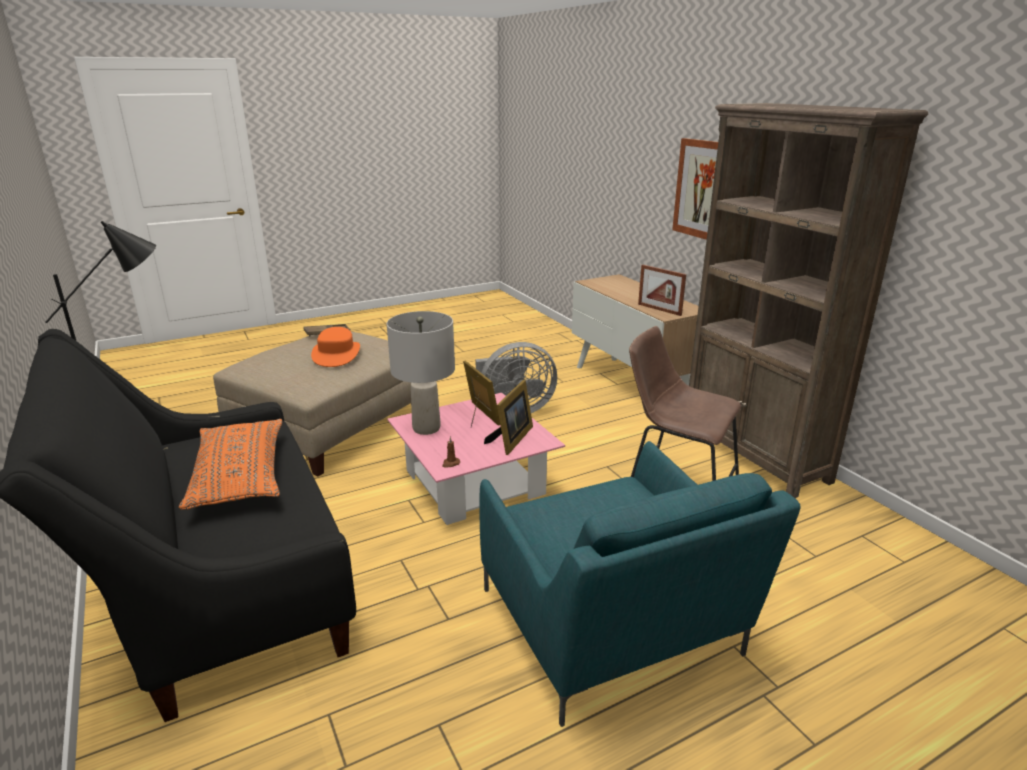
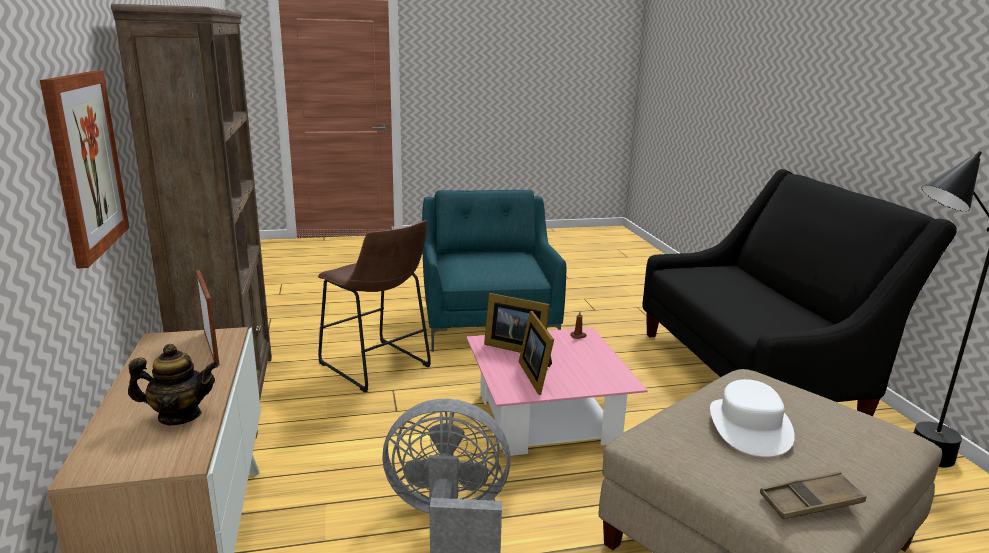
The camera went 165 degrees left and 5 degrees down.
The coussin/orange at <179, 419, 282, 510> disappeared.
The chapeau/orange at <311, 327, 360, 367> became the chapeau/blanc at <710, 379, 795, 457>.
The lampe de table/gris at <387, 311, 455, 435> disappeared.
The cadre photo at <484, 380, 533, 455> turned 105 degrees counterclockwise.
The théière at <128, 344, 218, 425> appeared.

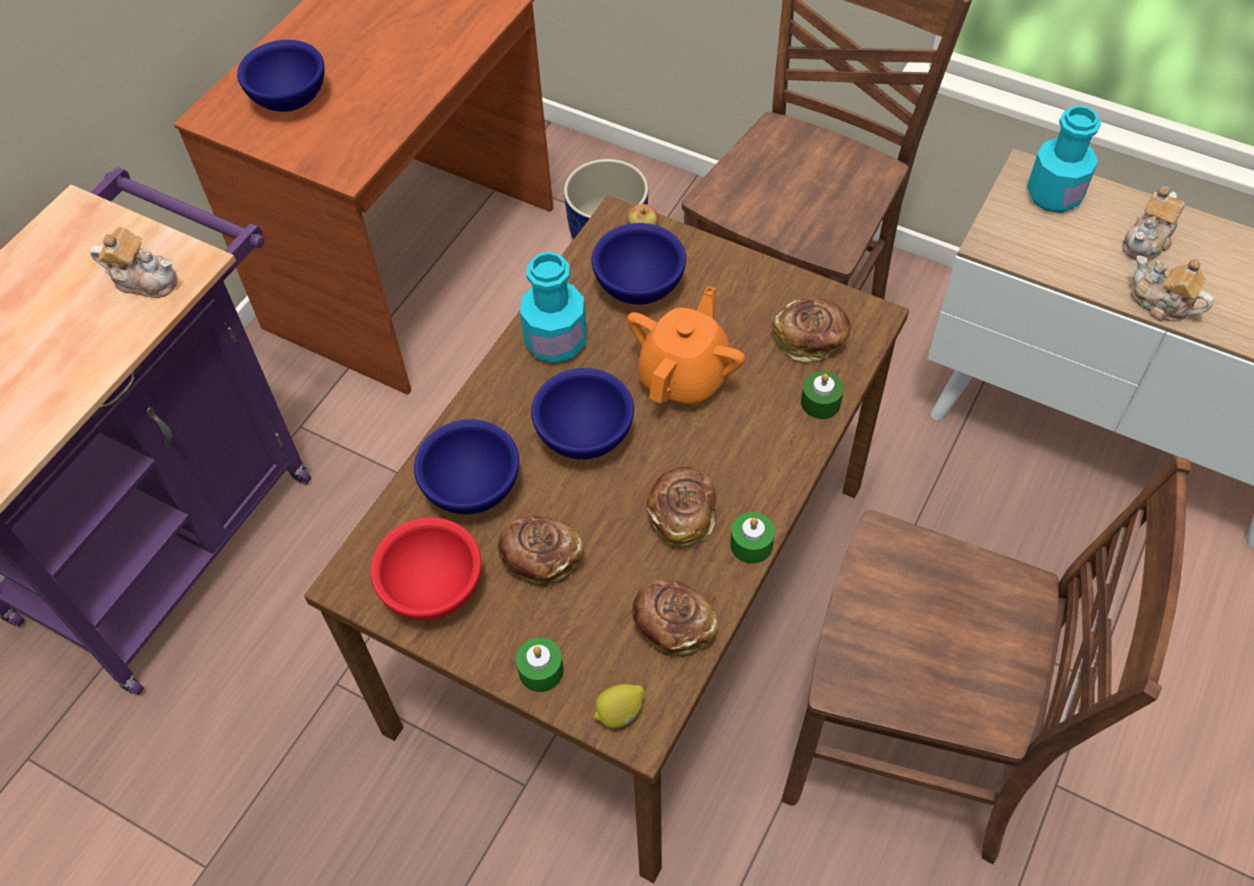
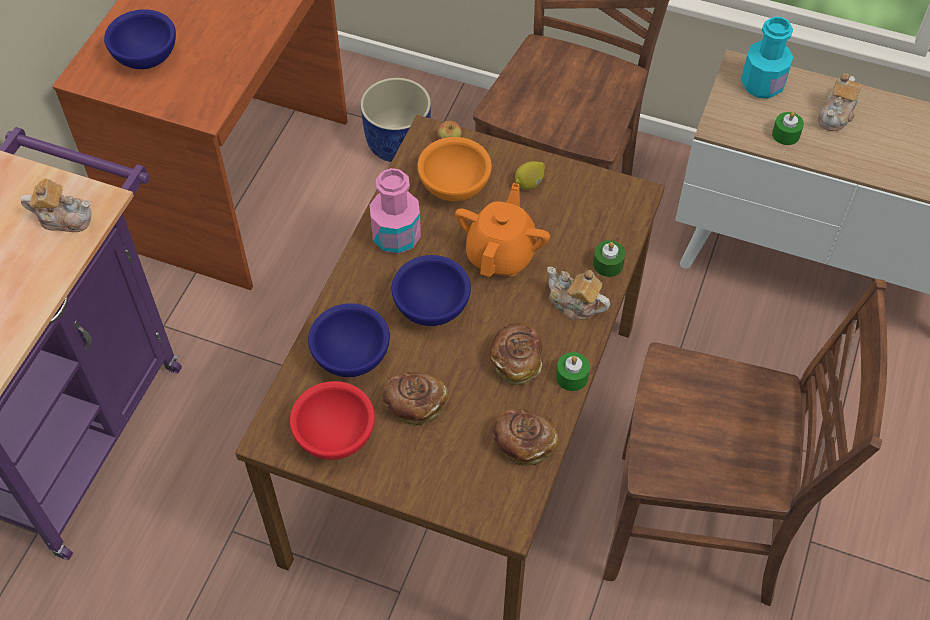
The camera went 10 degrees left and 0 degrees up.
The bougie/vert moved from <516, 638, 564, 692> to <772, 112, 804, 145>.
The bouteille/turquoise at <520, 252, 587, 364> became the bouteille/rose at <370, 168, 421, 254>.
The bol/bleu at <592, 223, 686, 305> became the bol/orange at <417, 137, 492, 201>.
The citron moved from <594, 684, 645, 728> to <515, 161, 545, 190>.
The pain at <773, 298, 851, 362> disappeared.
The théière moved from <1131, 256, 1214, 321> to <547, 267, 610, 320>.

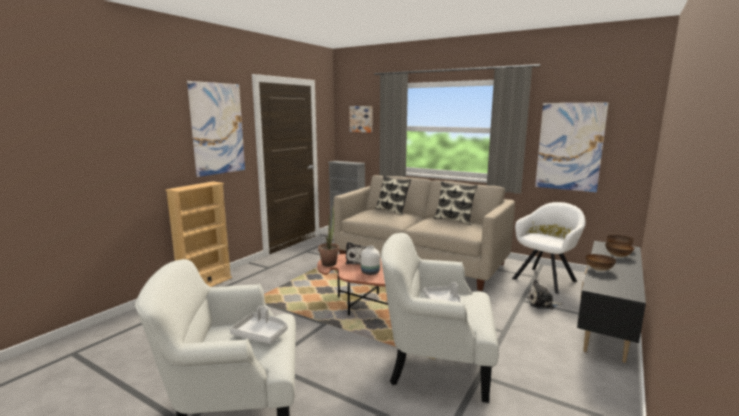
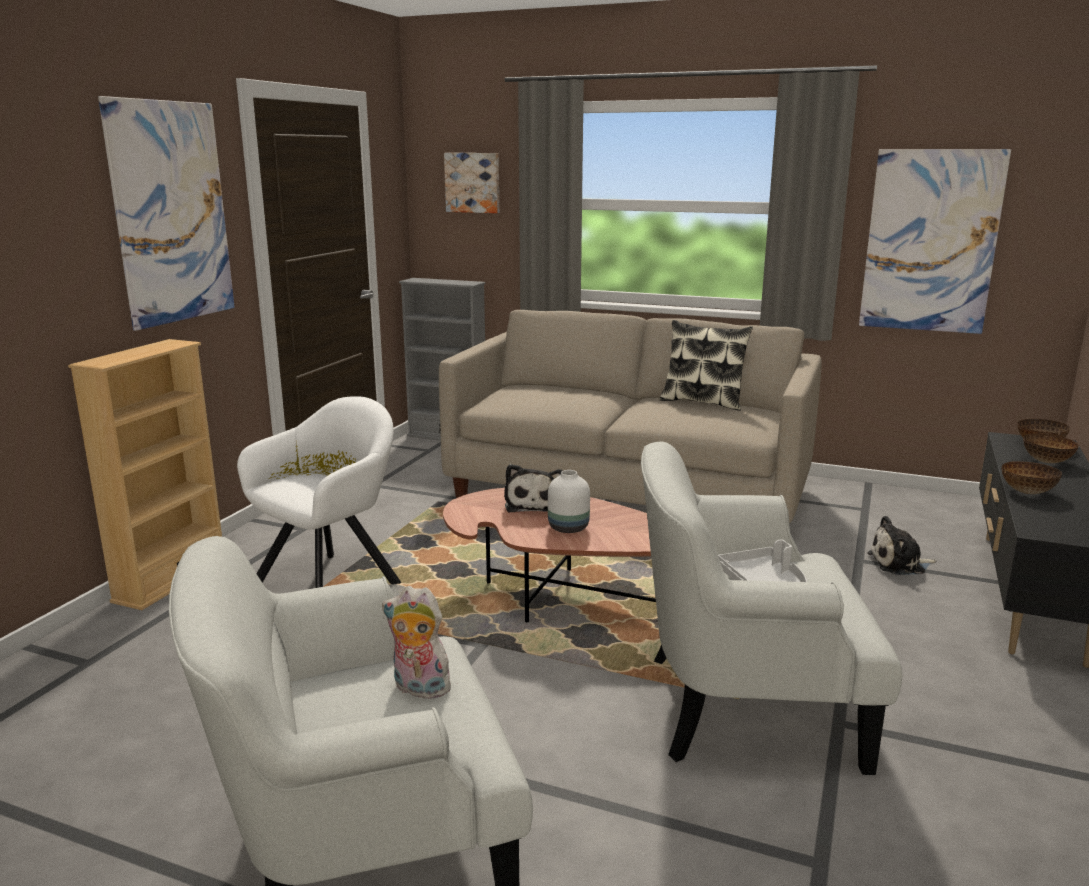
The camera went 10 degrees left and 5 degrees up.
The plateau/gris at <230, 306, 288, 344> was replaced by the peluche at <382, 586, 451, 699>.
The plante en pot at <318, 206, 339, 267> disappeared.
The coussin at <375, 175, 411, 215> disappeared.
The fauteuil/blanc moved from <512, 202, 586, 294> to <237, 396, 401, 588>.

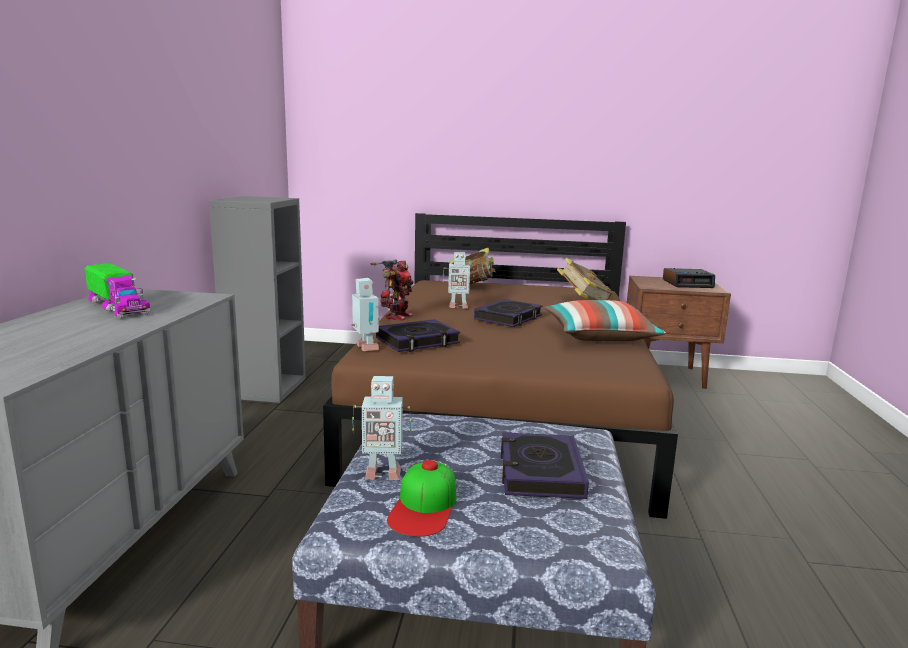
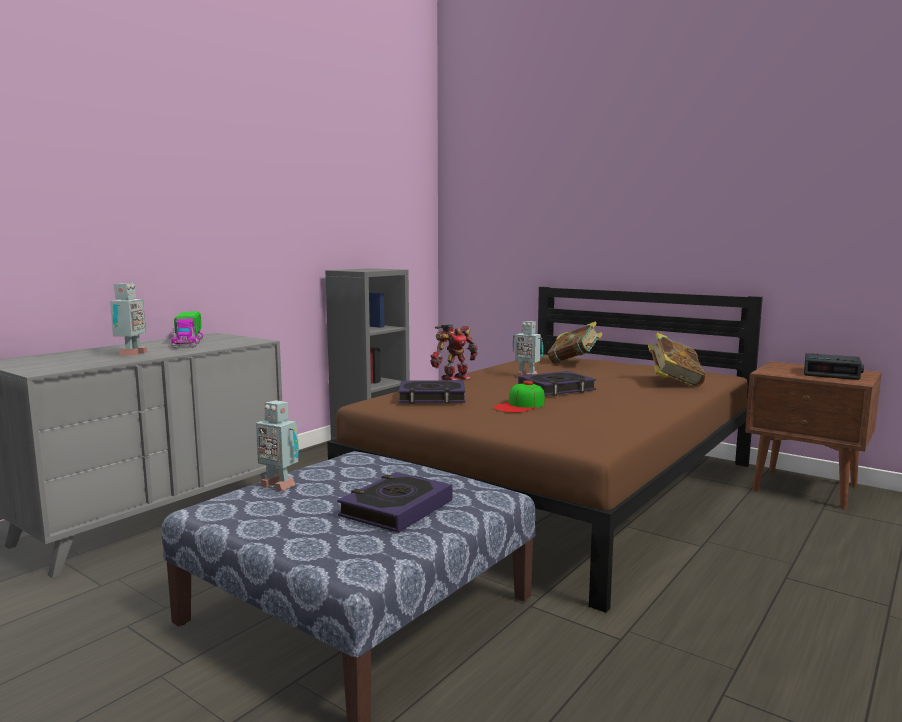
The camera went 30 degrees right and 5 degrees down.
The robot jouet moved from <351, 278, 380, 351> to <110, 283, 148, 356>.
The casquette moved from <387, 460, 456, 537> to <493, 381, 545, 413>.
The coussin at <545, 300, 666, 341> disappeared.

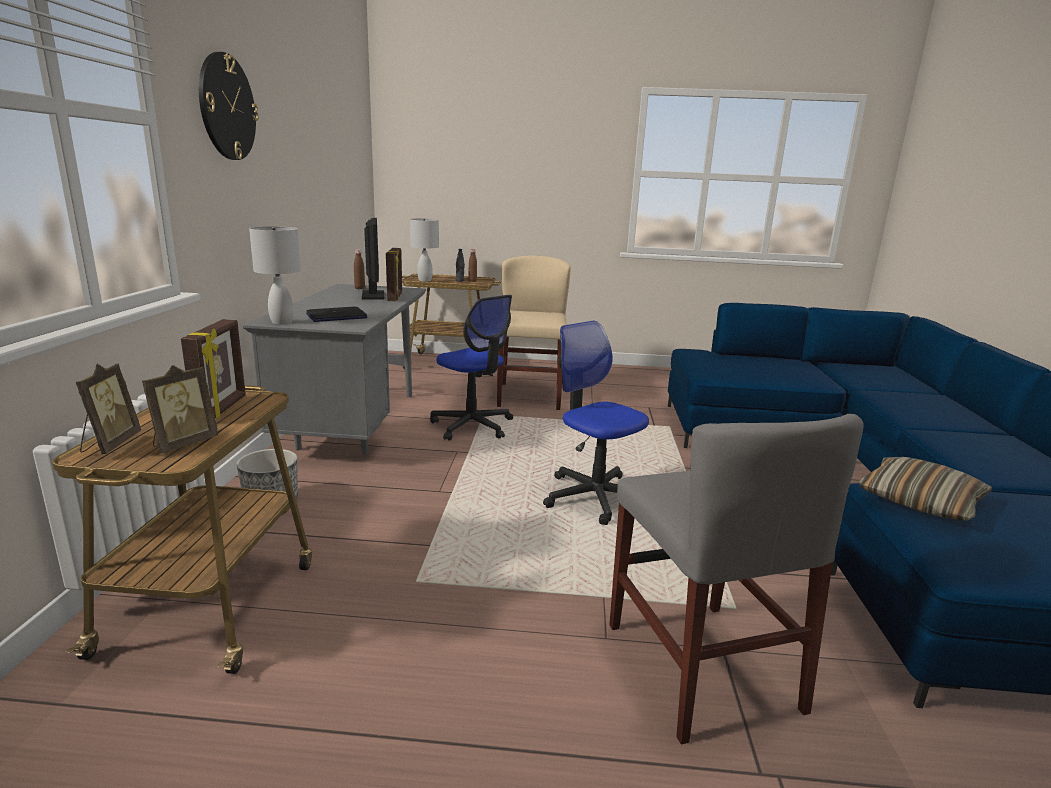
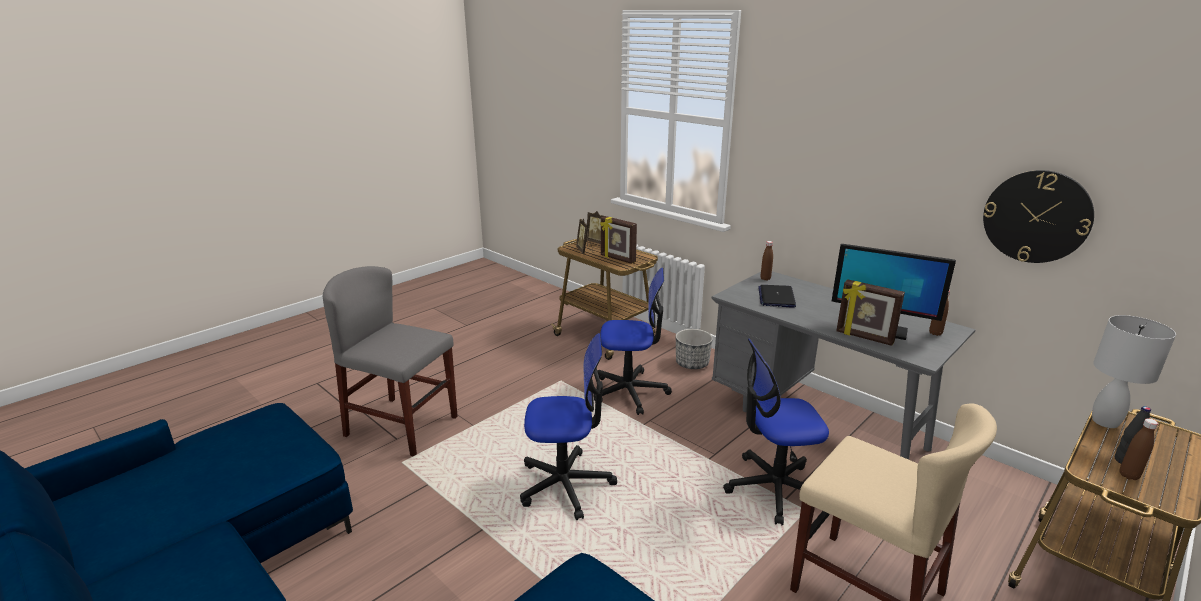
The camera went 130 degrees right and 5 degrees up.
The horloge murale moved from <199, 52, 259, 160> to <983, 170, 1094, 263>.
The lampe de table/blanc at <249, 226, 301, 325> was replaced by the bouteille/marron at <760, 241, 773, 280>.
The coussin at <858, 457, 992, 521> disappeared.
The chaise de bureau at <594, 268, 672, 415> appeared.

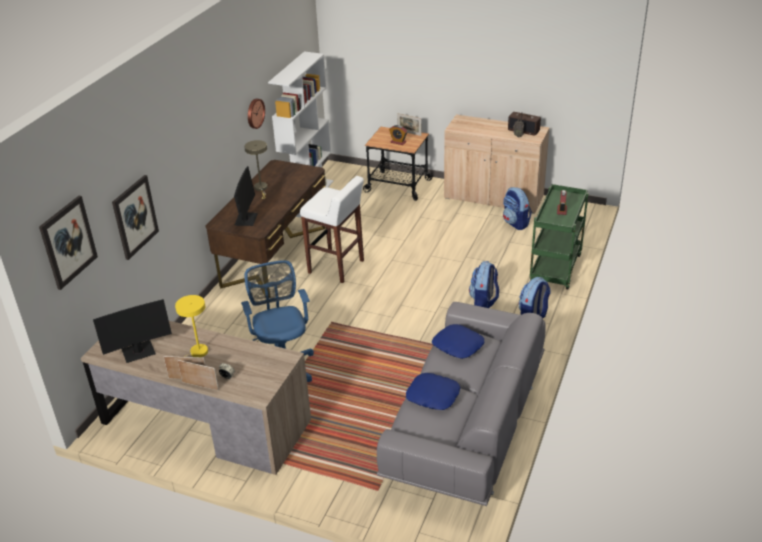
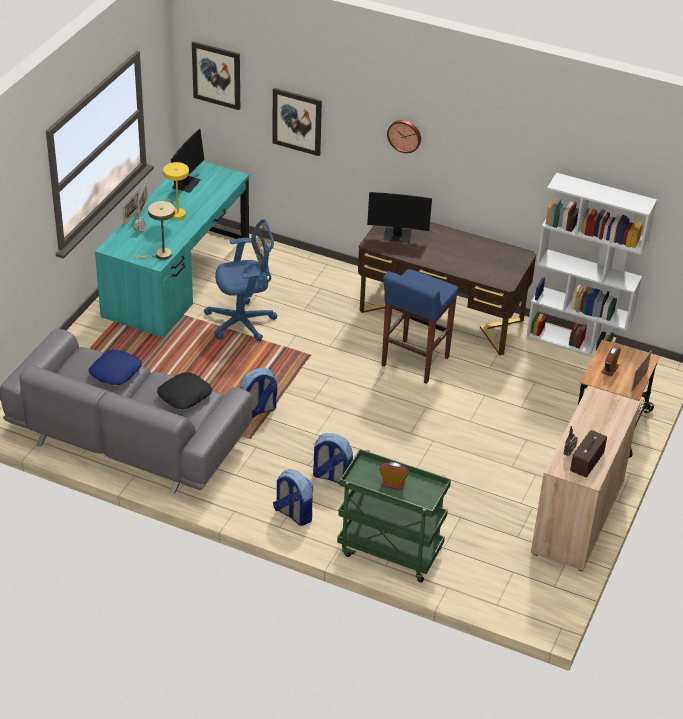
The camera went 90 degrees right and 5 degrees up.
The bureau/marron at <81, 321, 311, 475> became the bureau/turquoise at <95, 161, 249, 338>.
The écran d'ordinateur at <93, 299, 172, 363> turned 135 degrees counterclockwise.
The lampe de table/beige moved from <244, 140, 268, 199> to <135, 201, 175, 260>.
The horloge murale moved from <248, 99, 265, 129> to <387, 120, 421, 153>.
The tabouret/blanc at <300, 176, 364, 283> became the tabouret/bleu at <381, 269, 458, 384>.
The coussin/bleu at <432, 324, 484, 359> became the coussin/noir at <157, 372, 212, 409>.
The sac à dos moved from <503, 187, 532, 230> to <240, 368, 277, 418>.

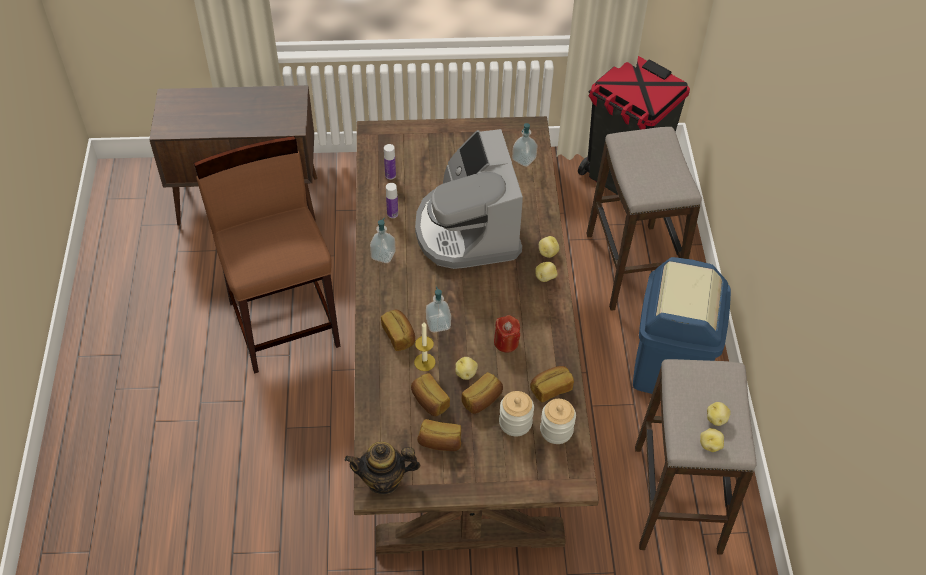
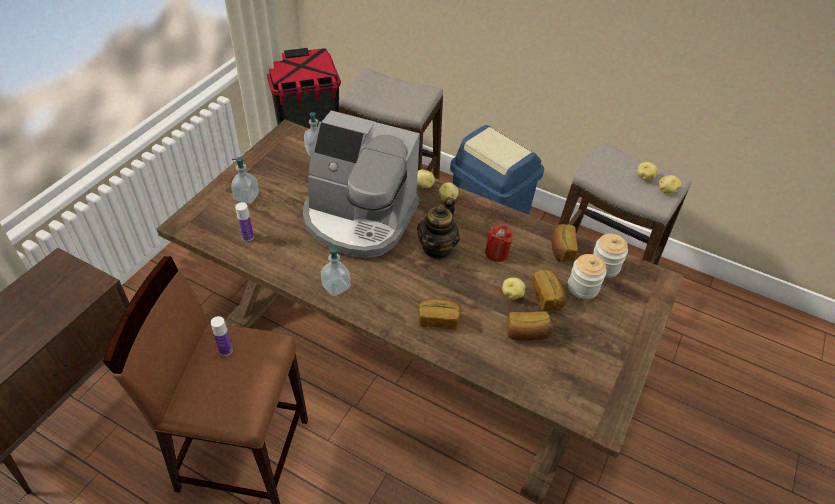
The camera went 60 degrees left and 5 degrees down.
The théière moved from <345, 442, 420, 495> to <417, 197, 460, 259>.
The bouteille moved from <386, 183, 398, 218> to <211, 316, 233, 356>.
The bougie at <414, 322, 436, 371> disappeared.
The pain at <417, 419, 461, 451> disappeared.
The distributeur de savon moved from <426, 287, 451, 333> to <231, 157, 259, 204>.

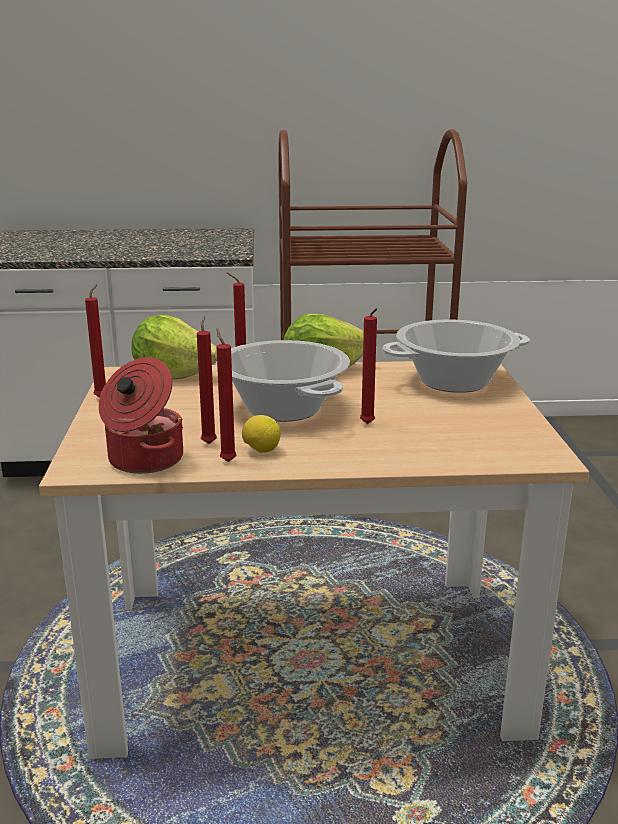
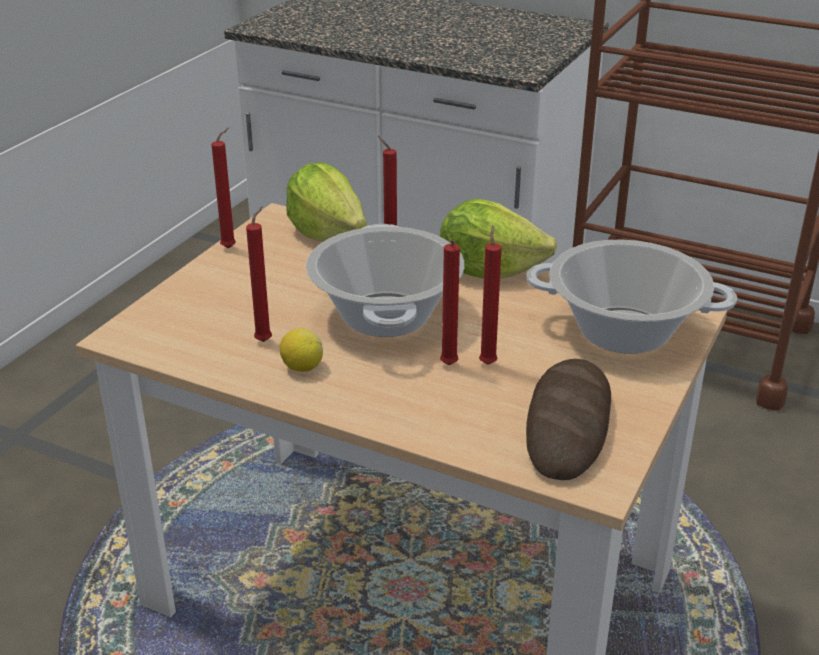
The camera went 30 degrees right and 10 degrees up.
The marmite at <99, 357, 183, 474> disappeared.
The bougie/rouge moved from <216, 329, 237, 462> to <479, 225, 502, 364>.
The pain at <526, 359, 611, 480> appeared.

